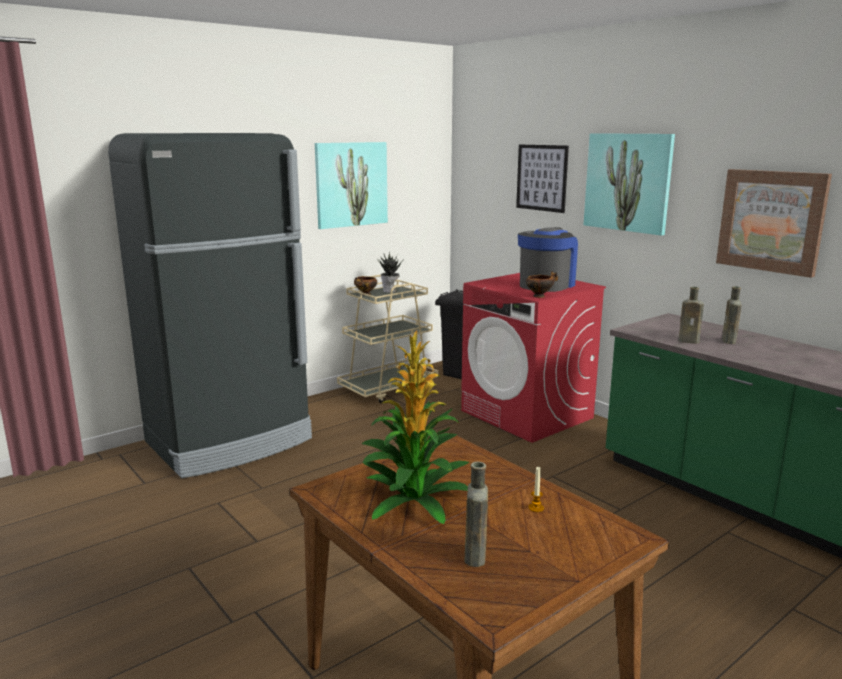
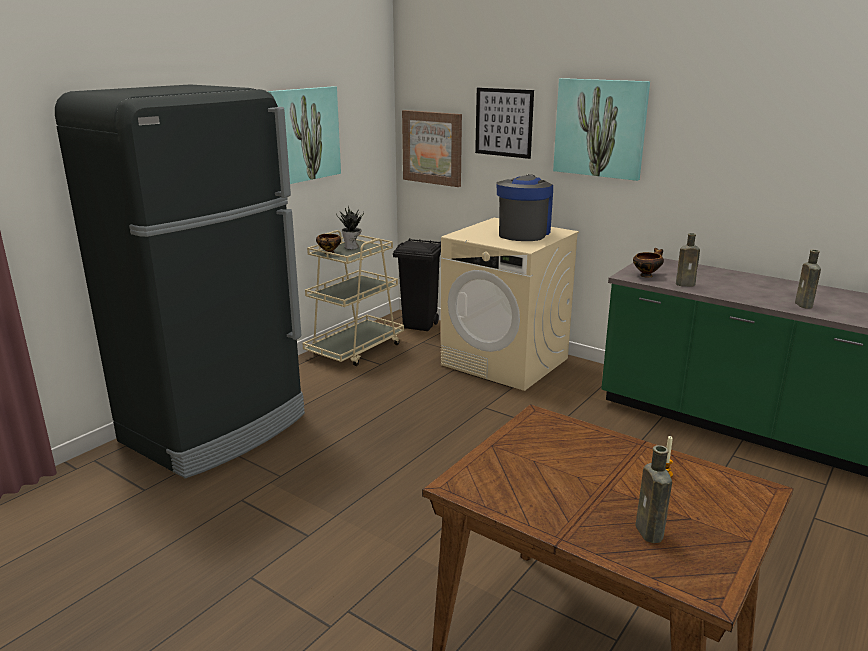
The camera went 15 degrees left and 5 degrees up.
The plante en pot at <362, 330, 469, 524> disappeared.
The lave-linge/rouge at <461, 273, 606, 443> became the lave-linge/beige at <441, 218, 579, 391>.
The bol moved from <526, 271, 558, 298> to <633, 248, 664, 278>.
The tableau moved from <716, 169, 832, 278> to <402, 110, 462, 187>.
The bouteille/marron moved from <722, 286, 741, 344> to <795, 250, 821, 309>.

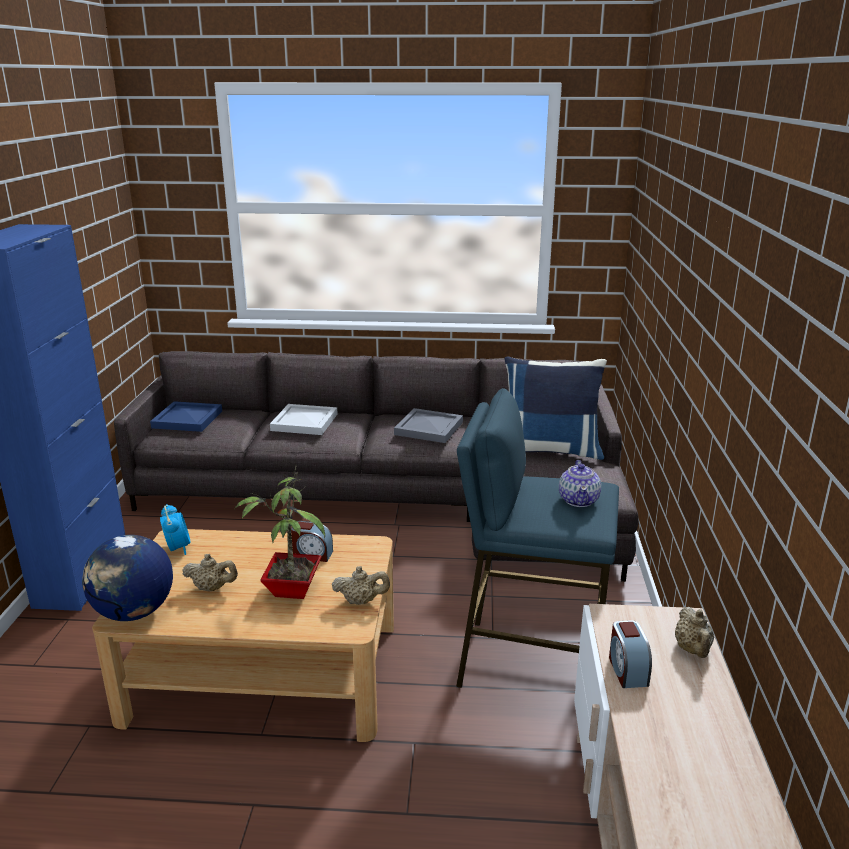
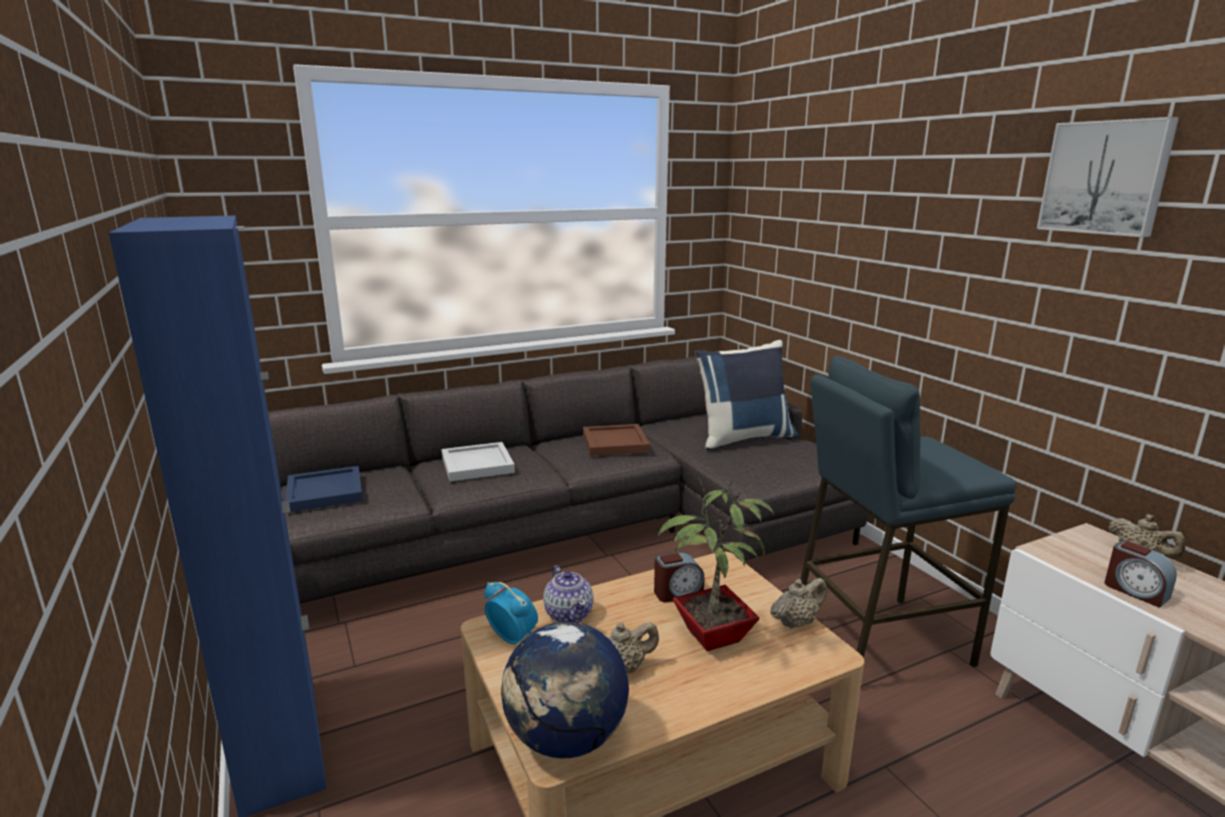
The camera went 30 degrees left and 5 degrees down.
The plateau/gris at <394, 408, 463, 443> became the plateau/marron at <583, 424, 650, 456>.
The théière moved from <559, 460, 601, 507> to <543, 565, 593, 623>.
The tableau at <1037, 117, 1179, 237> appeared.

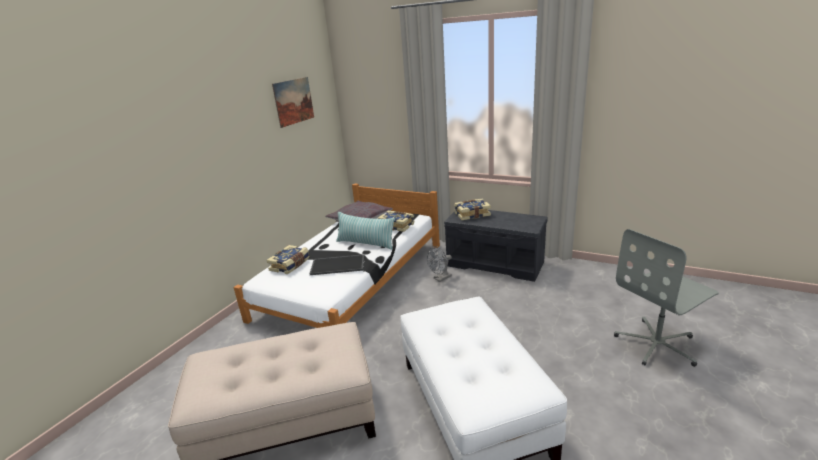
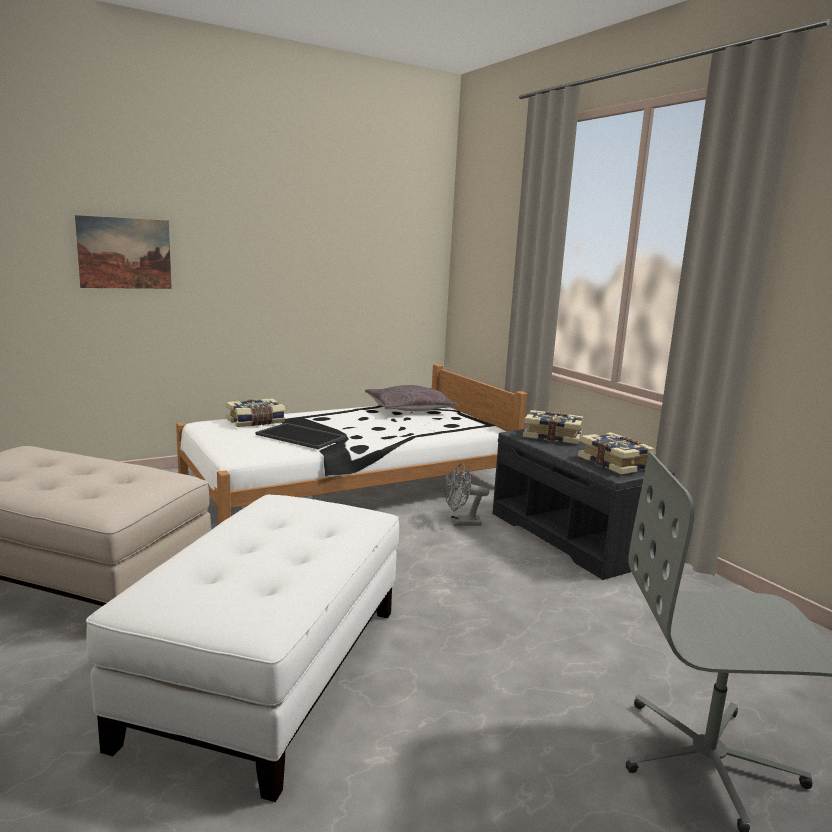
The camera went 30 degrees right and 10 degrees down.
The tableau moved from <272, 77, 314, 128> to <75, 215, 172, 289>.
The coussin at <336, 212, 395, 250> disappeared.
The livre moved from <377, 211, 414, 232> to <578, 432, 656, 475>.

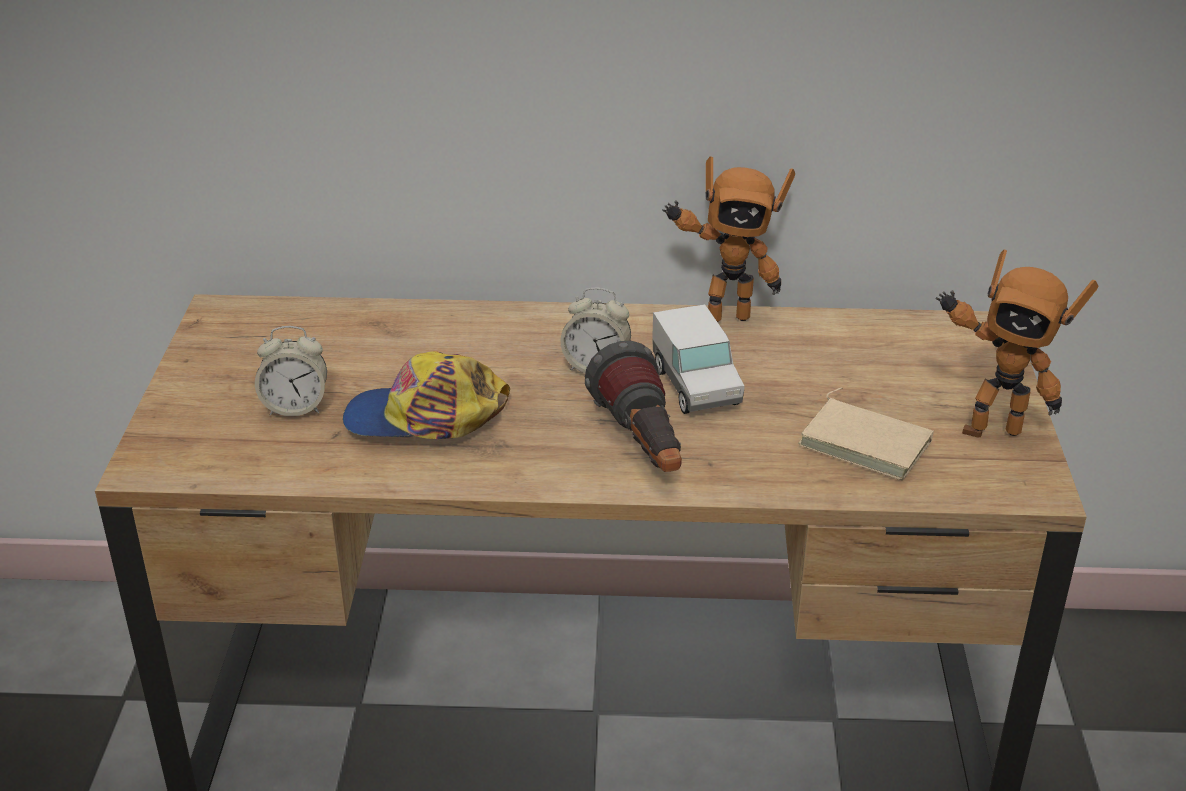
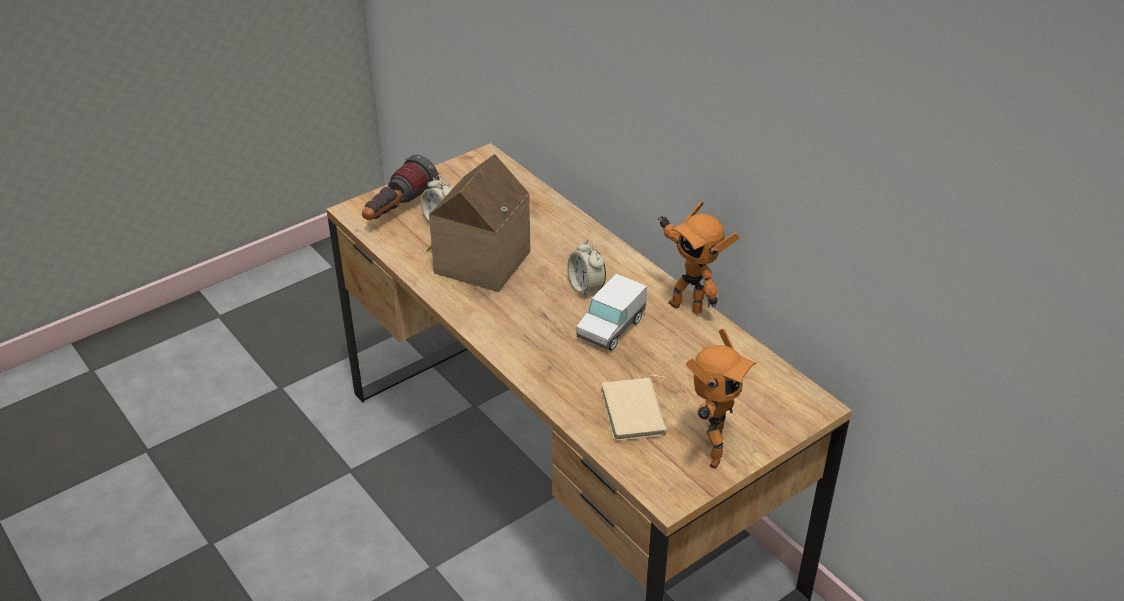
The camera went 50 degrees right and 5 degrees up.
The casquette at <343, 351, 510, 439> was replaced by the maison miniature at <426, 154, 531, 292>.
The lampe de poche moved from <585, 341, 682, 472> to <362, 154, 439, 220>.
The robot jouet at <936, 249, 1098, 438> turned 135 degrees counterclockwise.

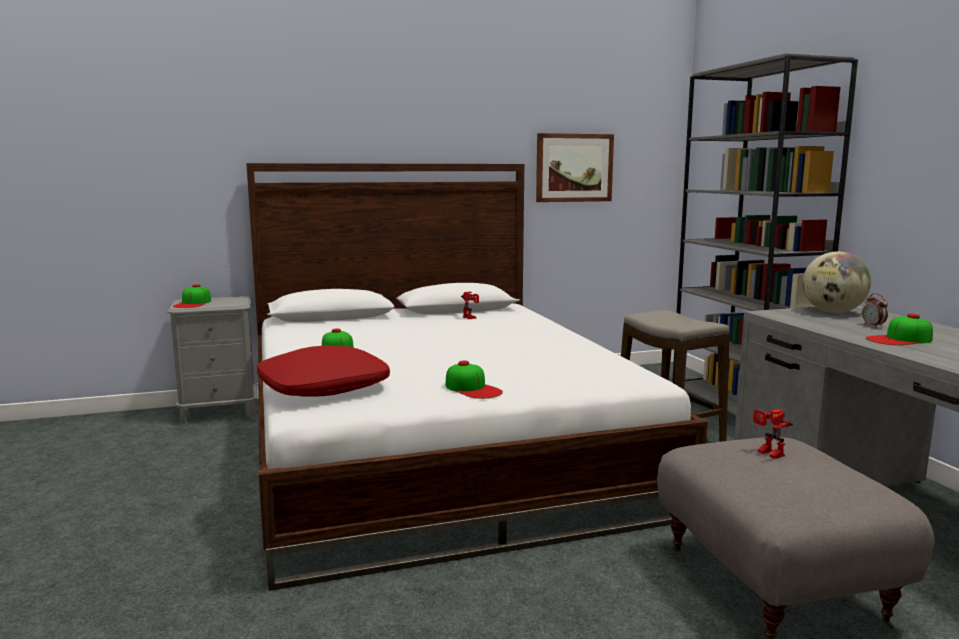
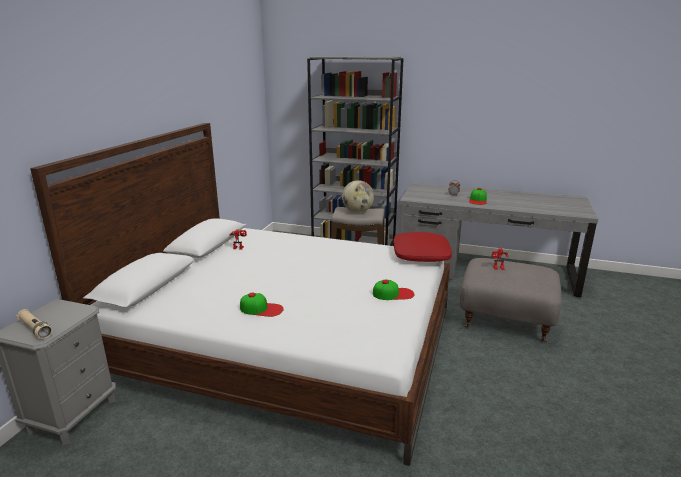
The camera went 55 degrees left and 10 degrees up.
The casquette at <173, 284, 211, 308> was replaced by the lampe de poche/beige at <16, 309, 52, 339>.
The coussin/rouge moved from <257, 346, 390, 396> to <393, 232, 452, 262>.
The tableau at <536, 133, 614, 202> disappeared.
The globe moved from <803, 251, 871, 313> to <342, 180, 374, 213>.

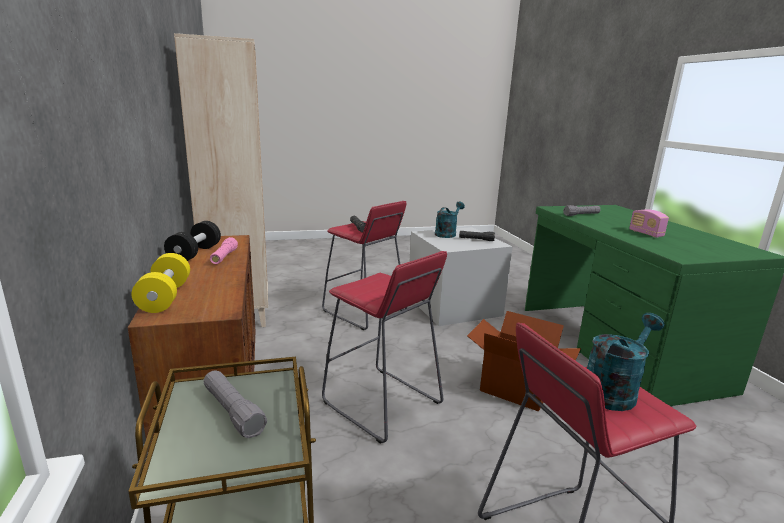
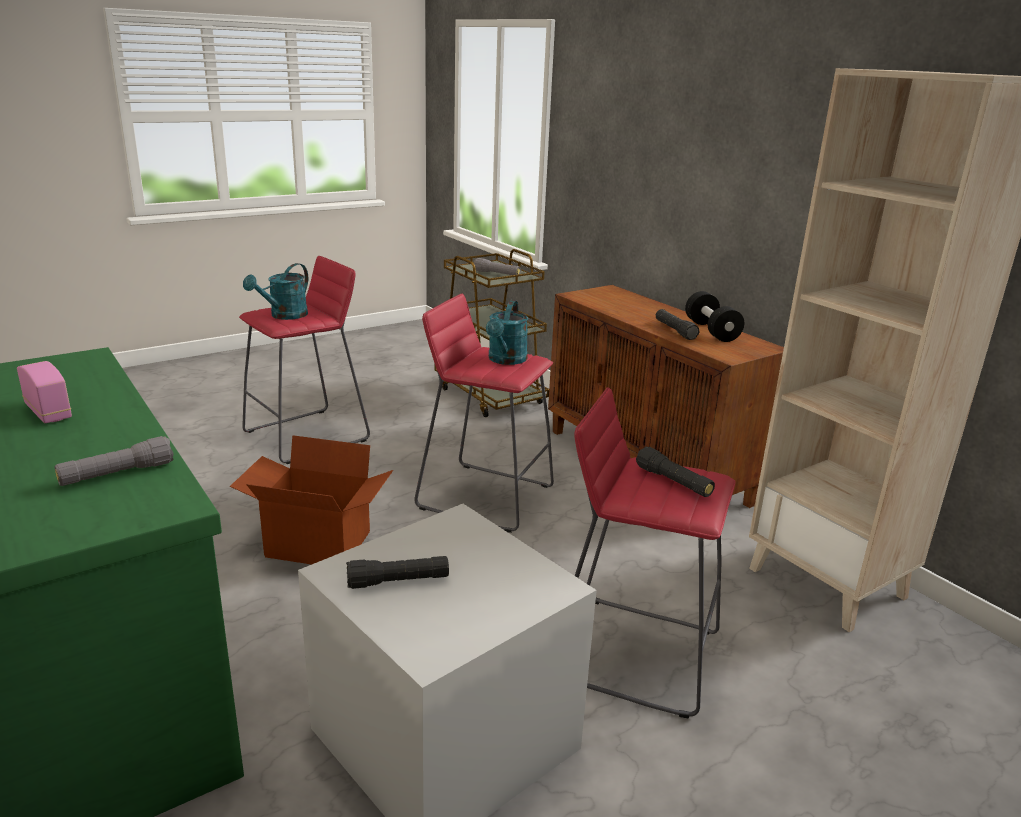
The camera went 160 degrees right and 5 degrees up.
The haltère/jaune at <132, 253, 190, 313> disappeared.
The lampe de poche/rose at <210, 237, 238, 264> became the lampe de poche/noir at <656, 309, 699, 340>.
The arrosoir/turquoise moved from <435, 202, 465, 238> to <486, 300, 528, 365>.

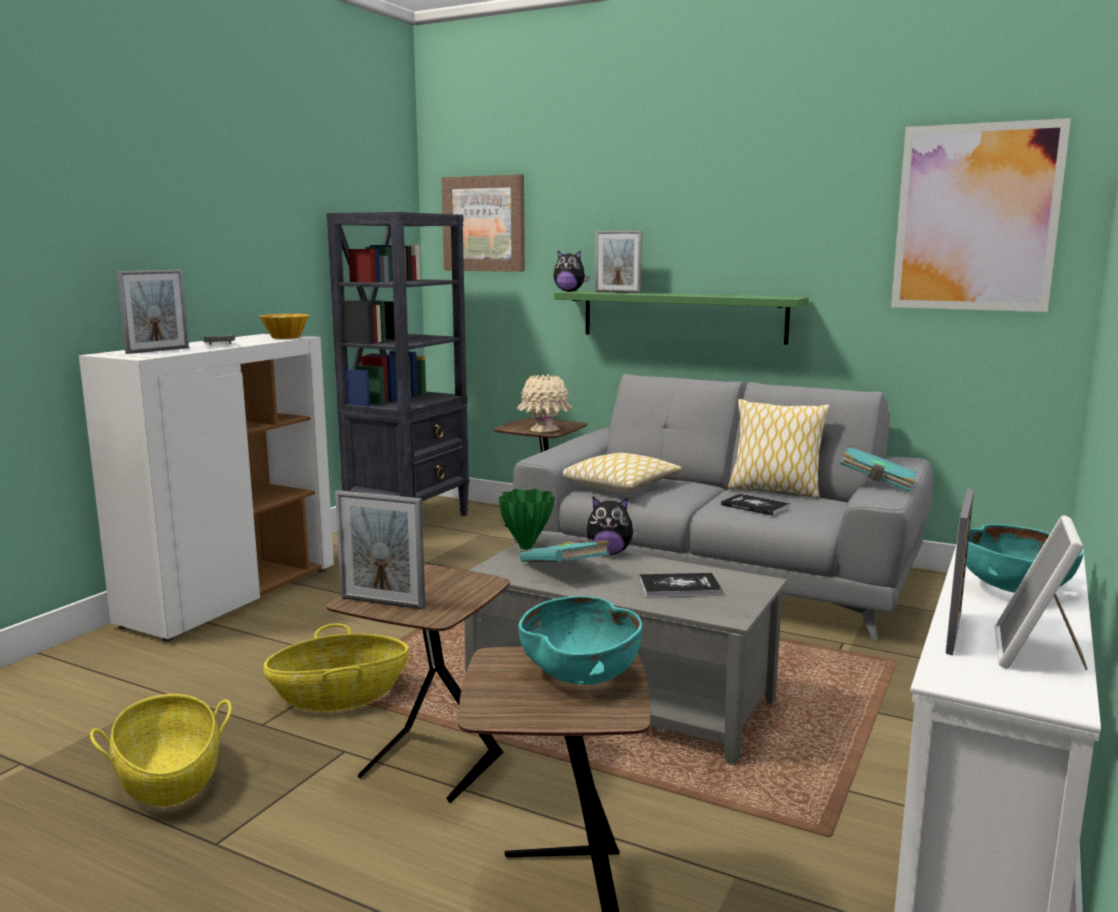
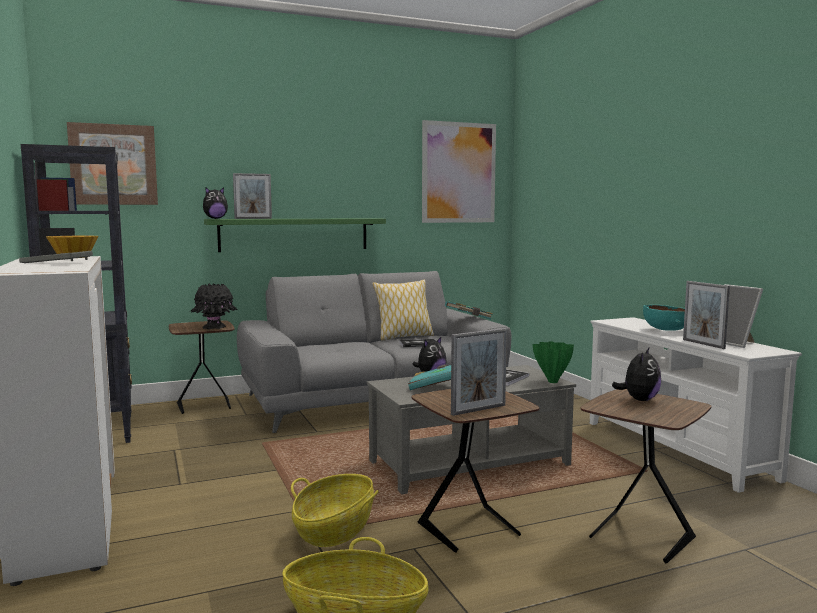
The camera went 50 degrees left and 5 degrees down.
The cadre photo at <117, 270, 189, 354> disappeared.
The vase/vert moved from <499, 489, 555, 550> to <532, 341, 574, 383>.
The vase/beige at <517, 374, 573, 432> became the vase/noir at <191, 283, 237, 329>.
The bol/turquoise at <519, 596, 642, 685> was replaced by the peluche at <612, 348, 661, 401>.
The coussin at <563, 453, 682, 493> disappeared.

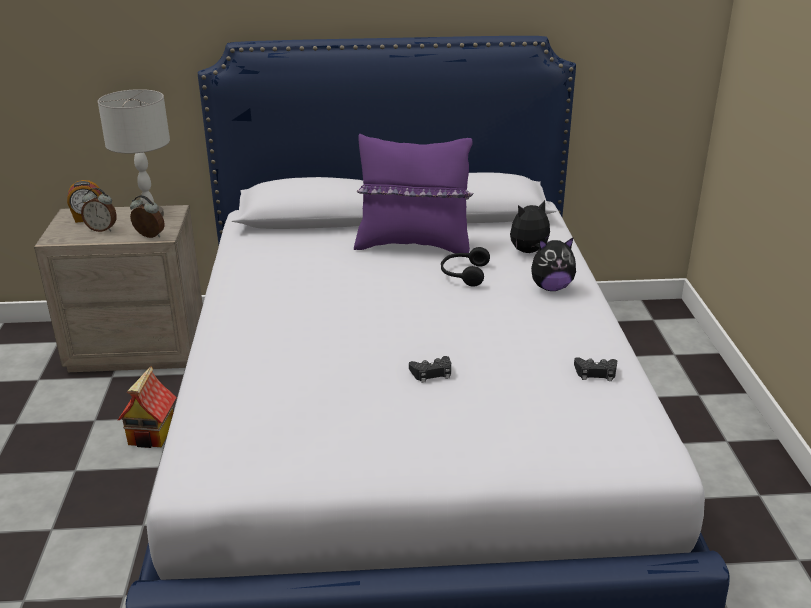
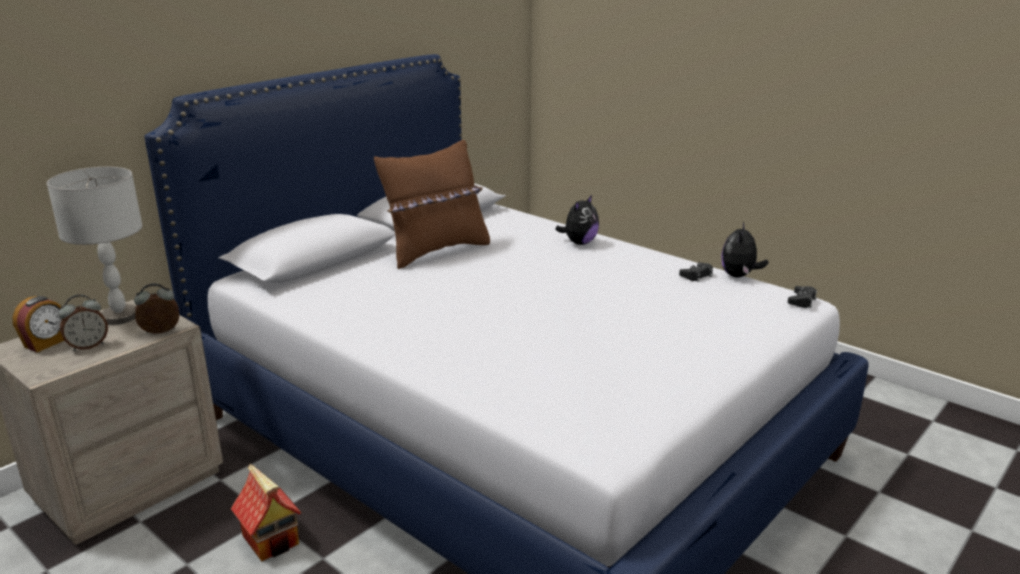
The camera went 45 degrees left and 5 degrees down.
The coussin/violet at <354, 134, 474, 253> became the coussin/marron at <374, 140, 490, 269>.
The manette/noir moved from <409, 356, 451, 383> to <787, 286, 817, 308>.
The casque audio/noir at <441, 247, 490, 287> disappeared.
The peluche moved from <510, 200, 550, 253> to <721, 222, 768, 278>.

